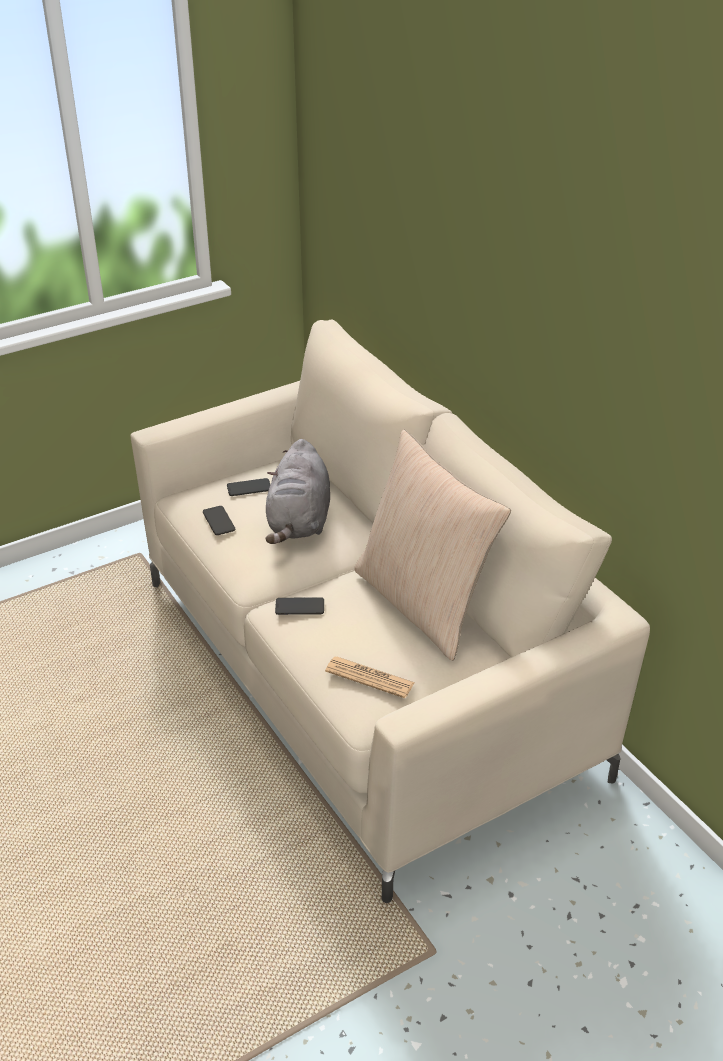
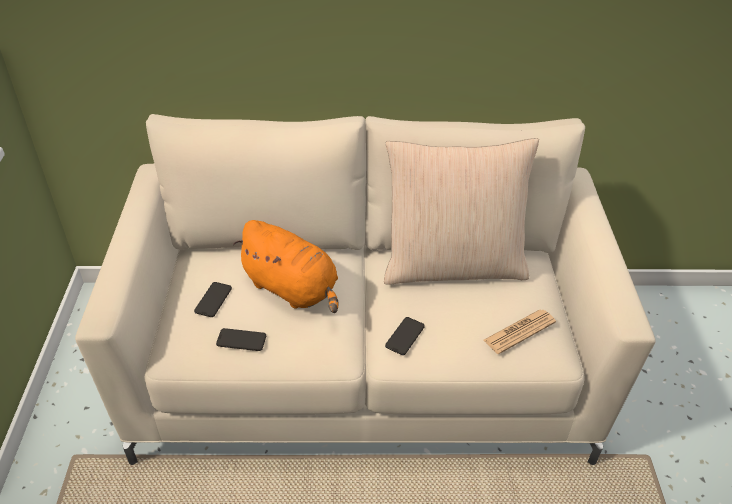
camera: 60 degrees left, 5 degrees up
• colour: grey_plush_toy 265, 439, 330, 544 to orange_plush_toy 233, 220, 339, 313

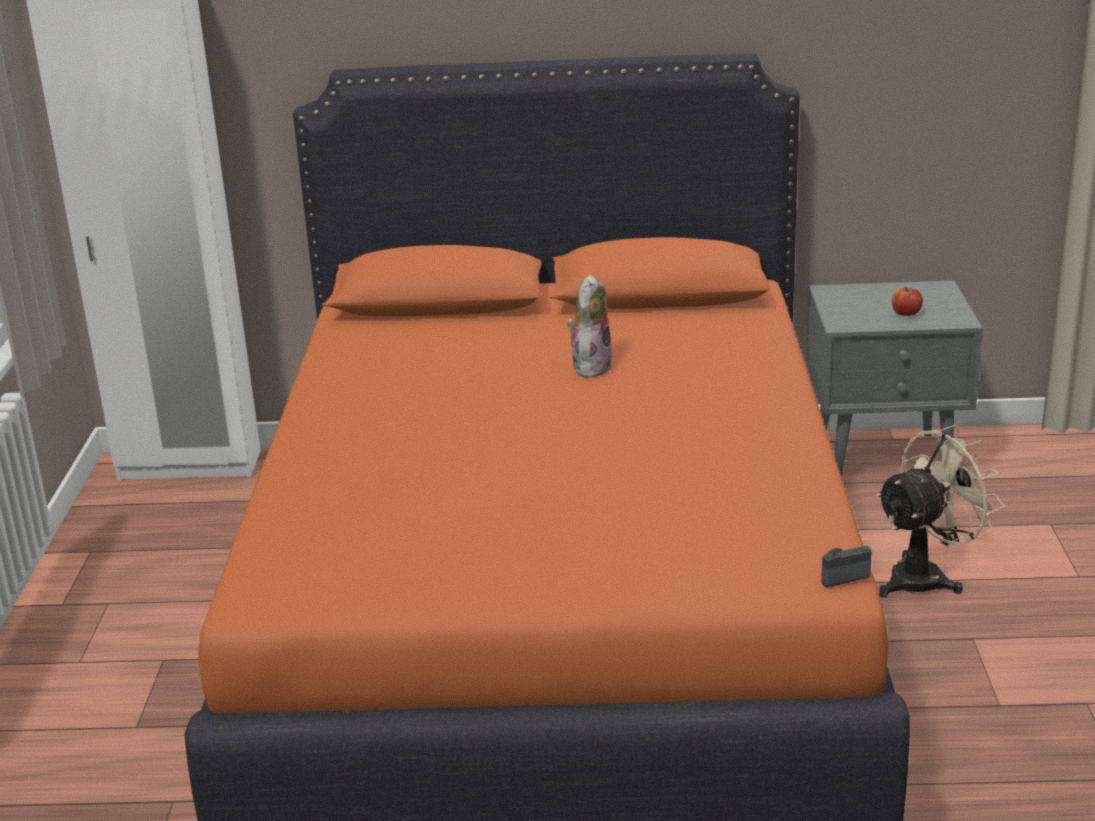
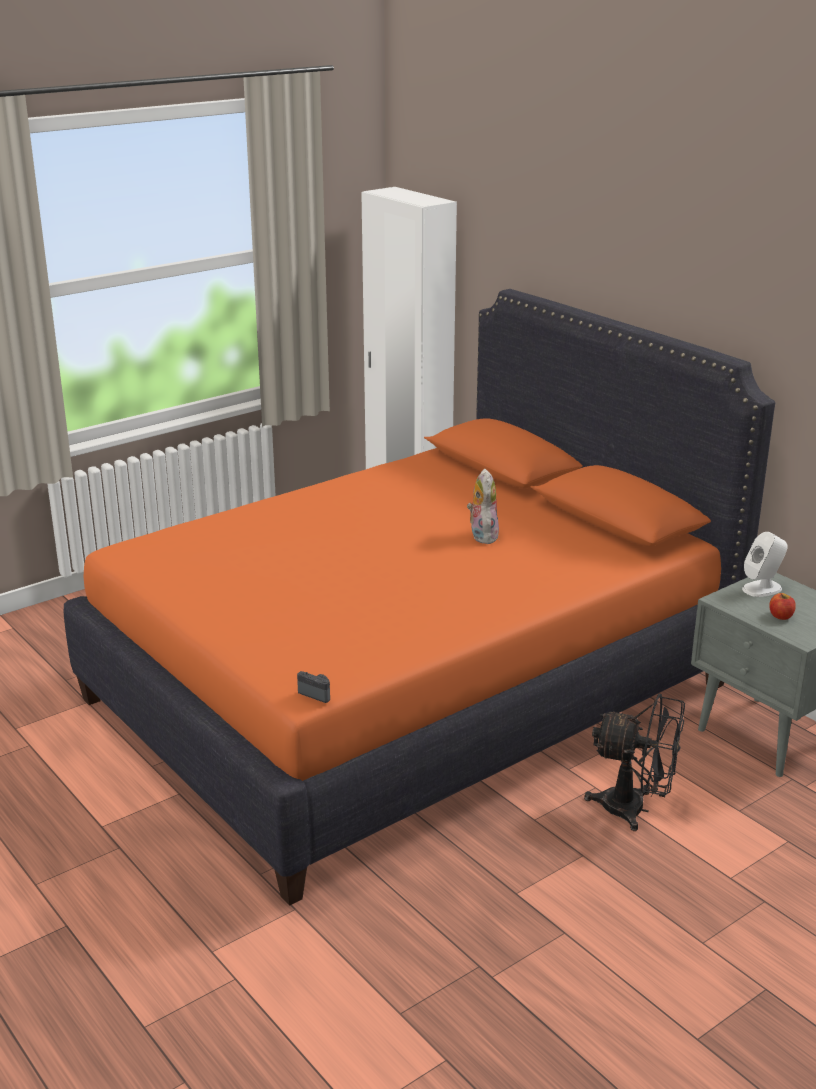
camera: 50 degrees right, 0 degrees up
• appeared: white_speaker 742, 532, 788, 597
• colour: beige_fan 876, 425, 1005, 597 to black_fan 584, 694, 685, 831
• spun: plush_toy 567, 274, 613, 378 = 467, 469, 499, 544 75 degrees counterclockwise

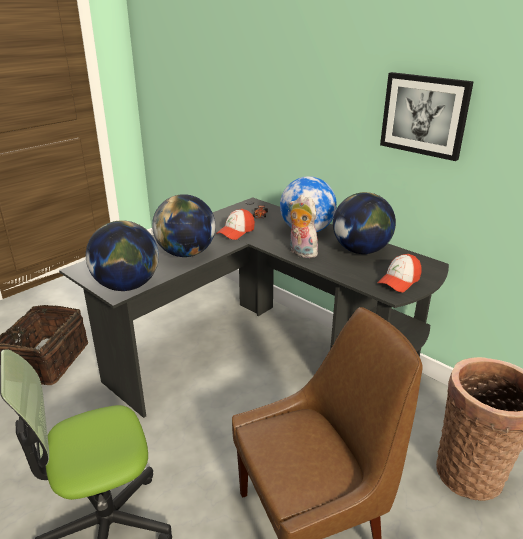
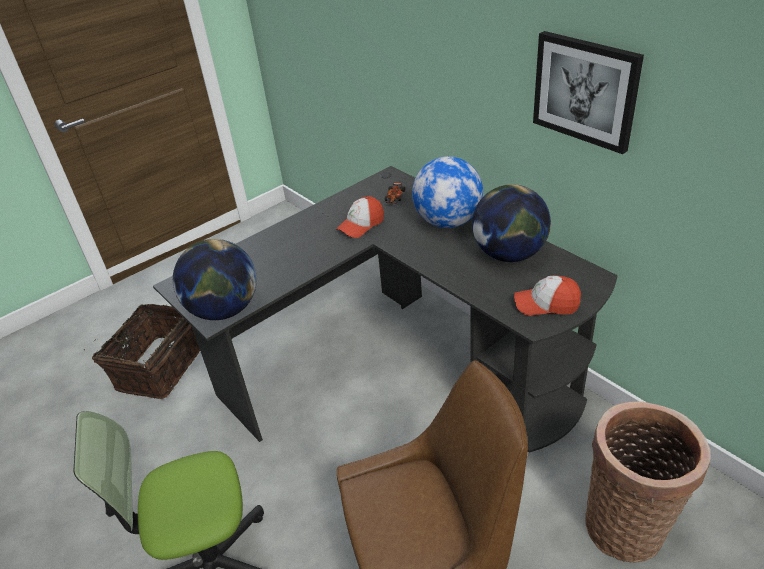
camera: 10 degrees right, 10 degrees up
• missing: globe 152, 194, 216, 257
• missing: plush_toy 289, 195, 318, 258
• spun: cap 377, 254, 422, 292 = 514, 275, 581, 316 45 degrees clockwise

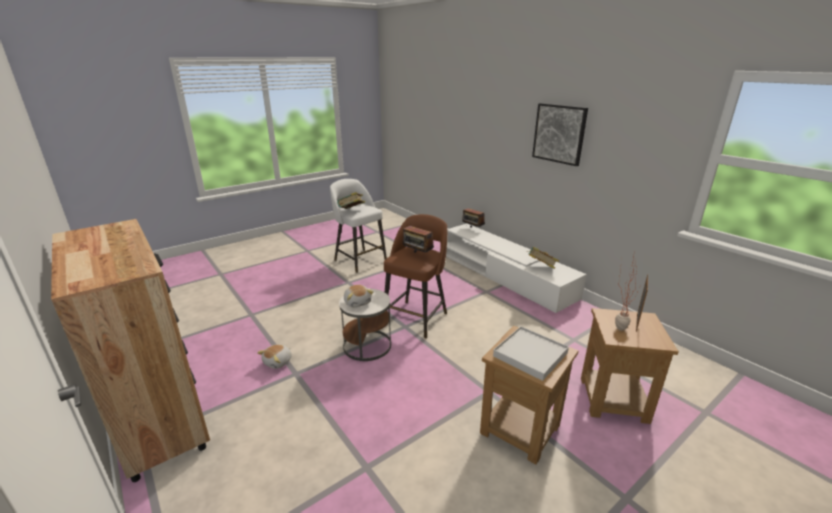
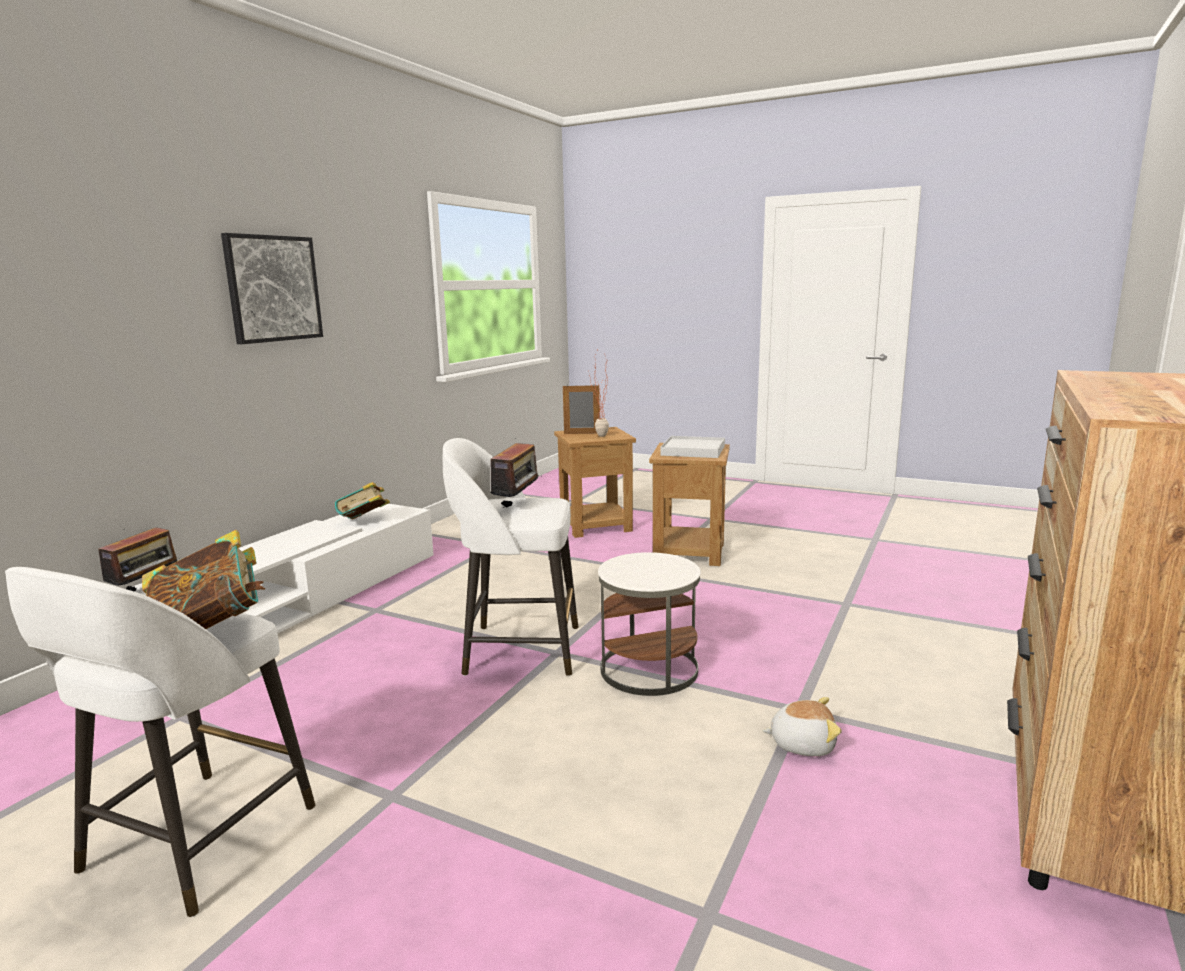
camera: 115 degrees left, 10 degrees down
• missing: plush_toy 344, 285, 373, 307
• colour: brown_stool 384, 214, 447, 338 to white_stool 443, 438, 578, 676

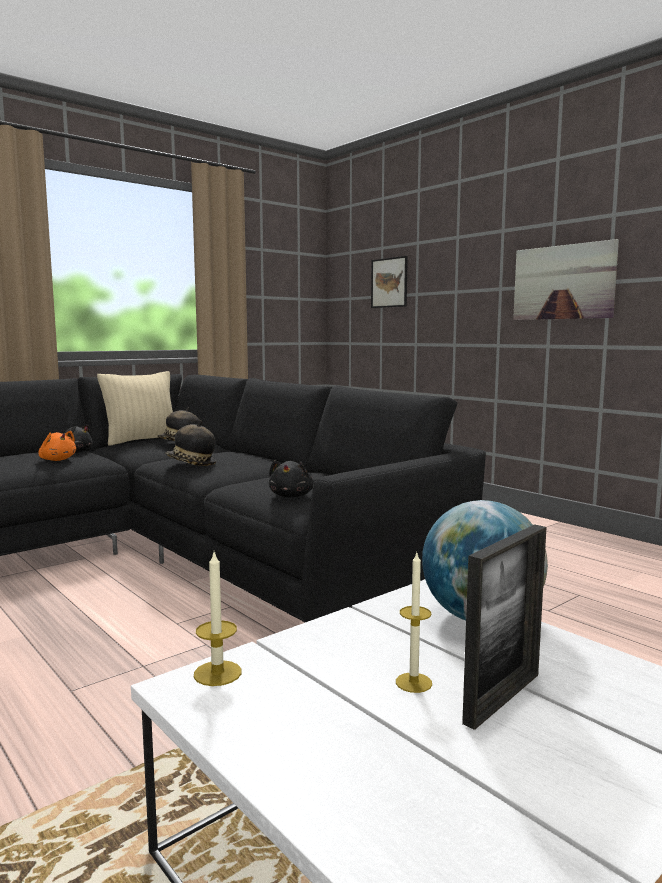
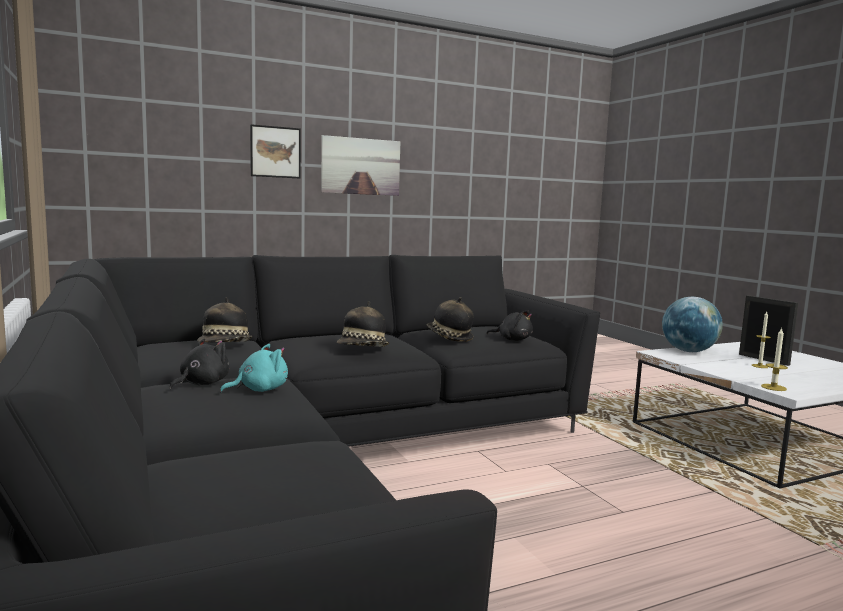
camera: 75 degrees left, 0 degrees up
• missing: beige_pillow 97, 371, 173, 446
• appeared: hat 427, 297, 474, 342
• relocated: picture 371, 256, 408, 308 to 250, 124, 301, 178
• colour: orange_plush_toy 38, 431, 76, 461 to turquoise_plush_toy 220, 344, 288, 392

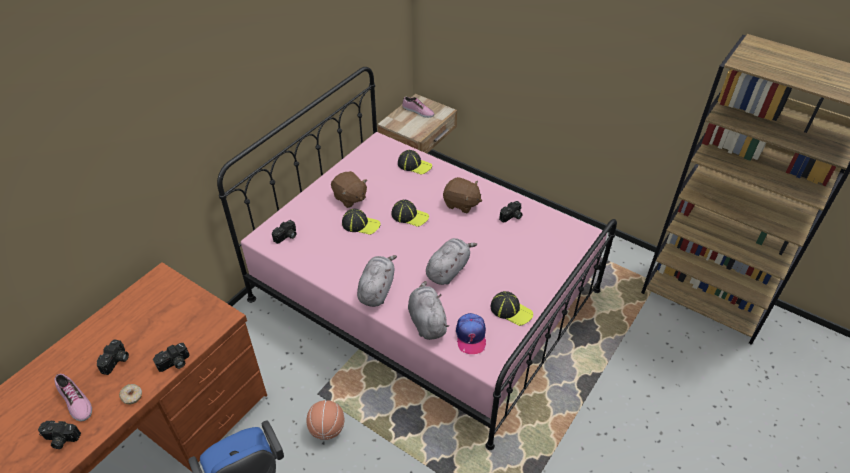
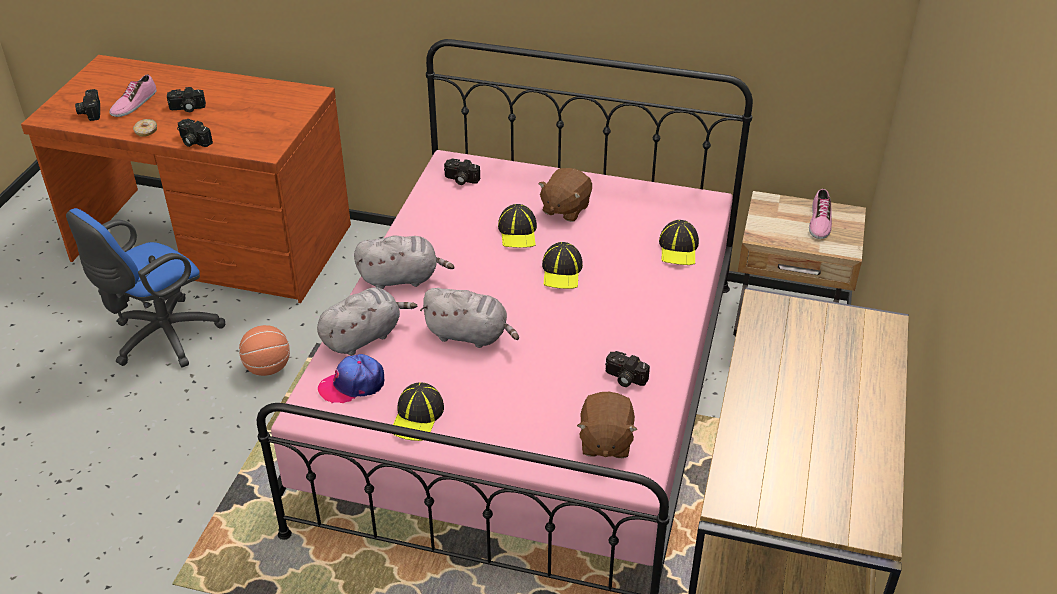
camera: 70 degrees right, 5 degrees down
• relocated: brown_plush_toy 443, 177, 482, 213 to 577, 392, 638, 458

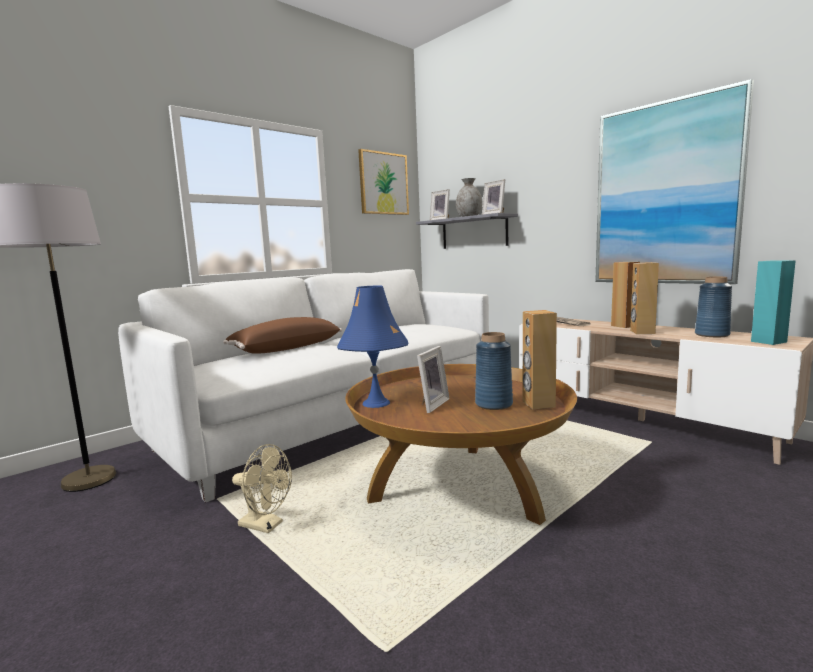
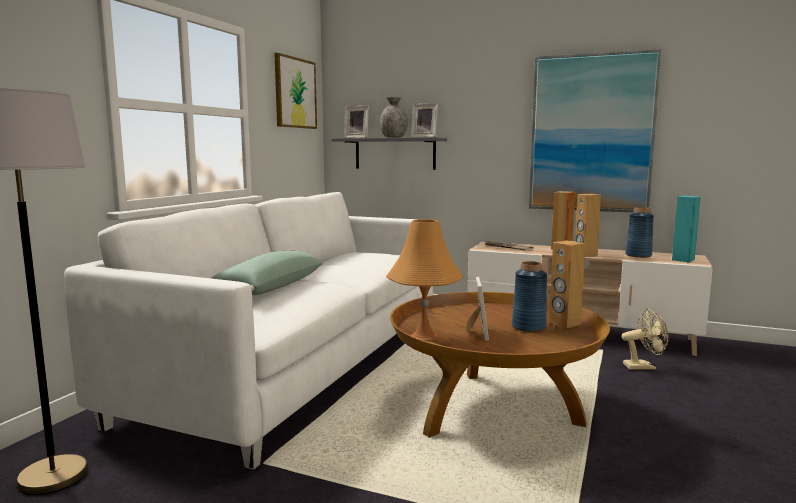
camera: 25 degrees left, 0 degrees up
• relocated: beige_fan 232, 444, 292, 533 to 622, 309, 669, 370
• colour: brown_pillow 223, 317, 342, 354 to green_pillow 211, 250, 323, 295
• colour: blue_table_lamp 337, 286, 408, 408 to orange_table_lamp 386, 219, 464, 342

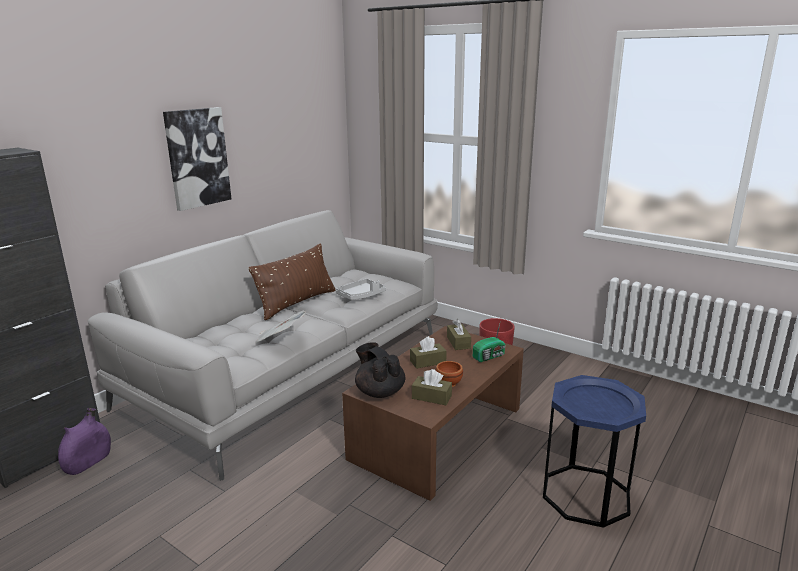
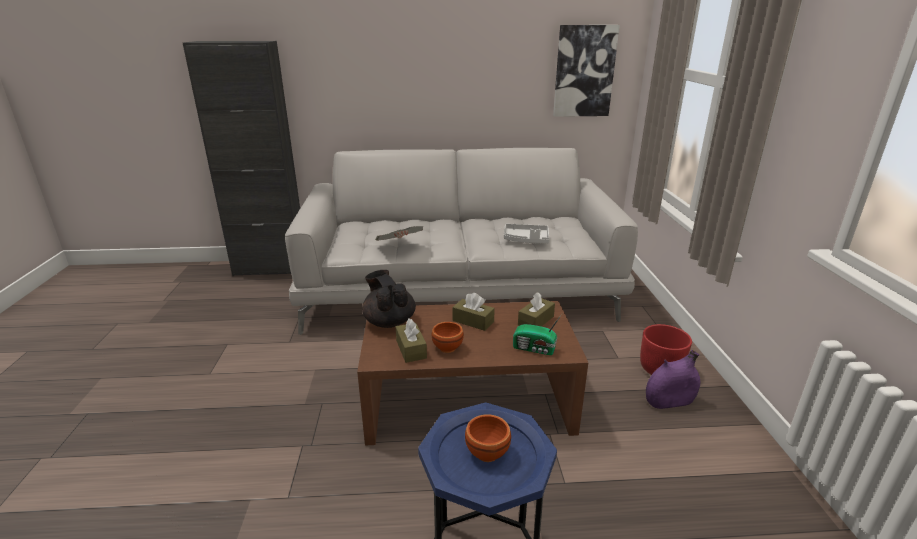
camera: 50 degrees right, 5 degrees up
• missing: brown_pillow 249, 243, 336, 320
• appeared: brown_bowl 465, 414, 511, 462
• relocated: purple_vase 58, 408, 111, 475 to 646, 350, 700, 409
• relocated: picture 163, 107, 231, 211 to 553, 25, 620, 117
• spun: black_teapot 355, 342, 406, 398 = 362, 270, 416, 328 45 degrees counterclockwise

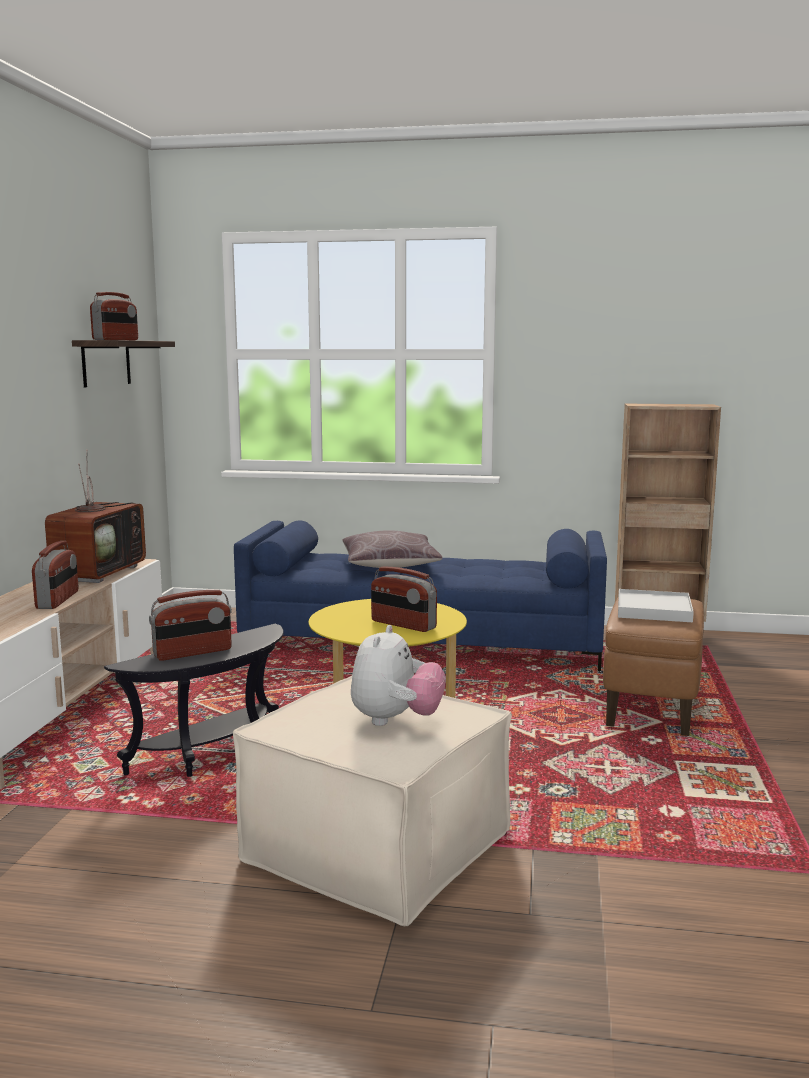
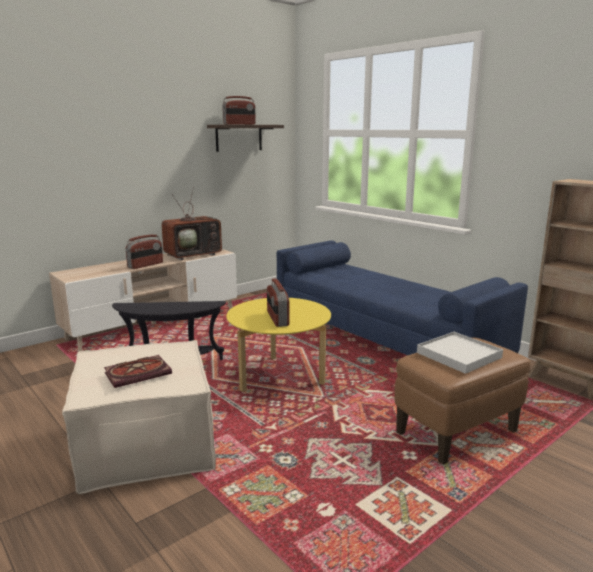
camera: 40 degrees right, 5 degrees up
• missing: radio 149, 590, 232, 661
• missing: brown_pillow 342, 530, 442, 568
• exchanged: plush_toy 351, 625, 446, 726 to book 104, 355, 172, 388

